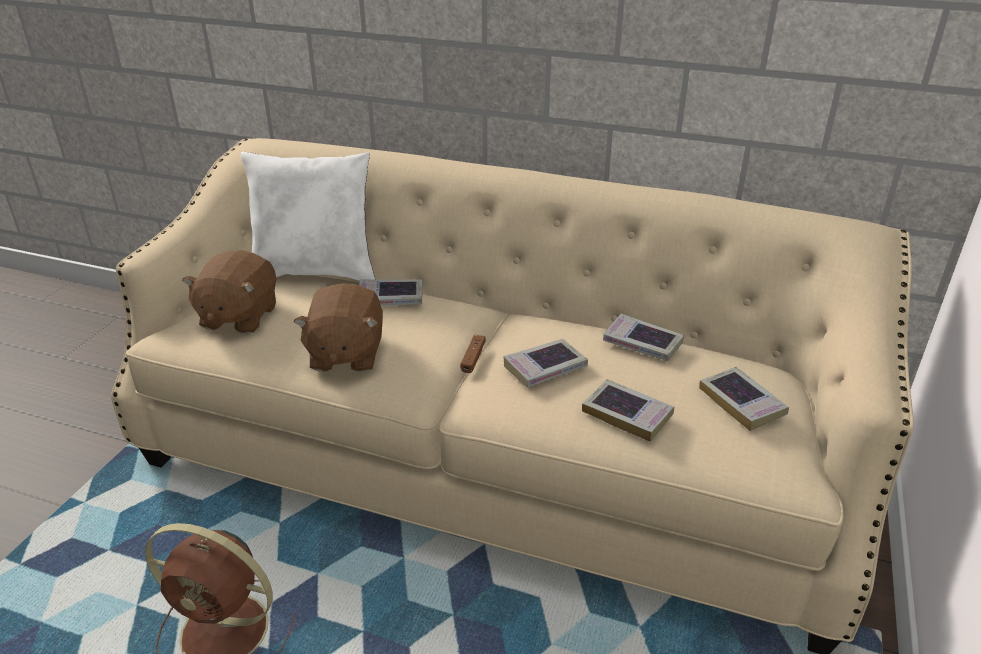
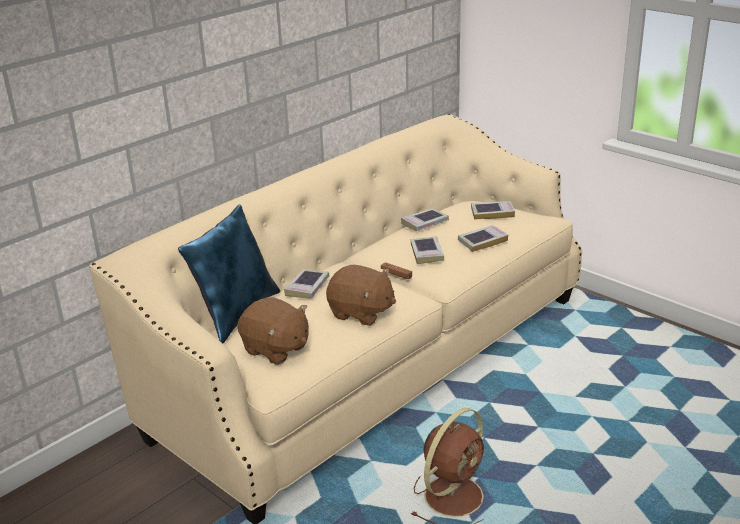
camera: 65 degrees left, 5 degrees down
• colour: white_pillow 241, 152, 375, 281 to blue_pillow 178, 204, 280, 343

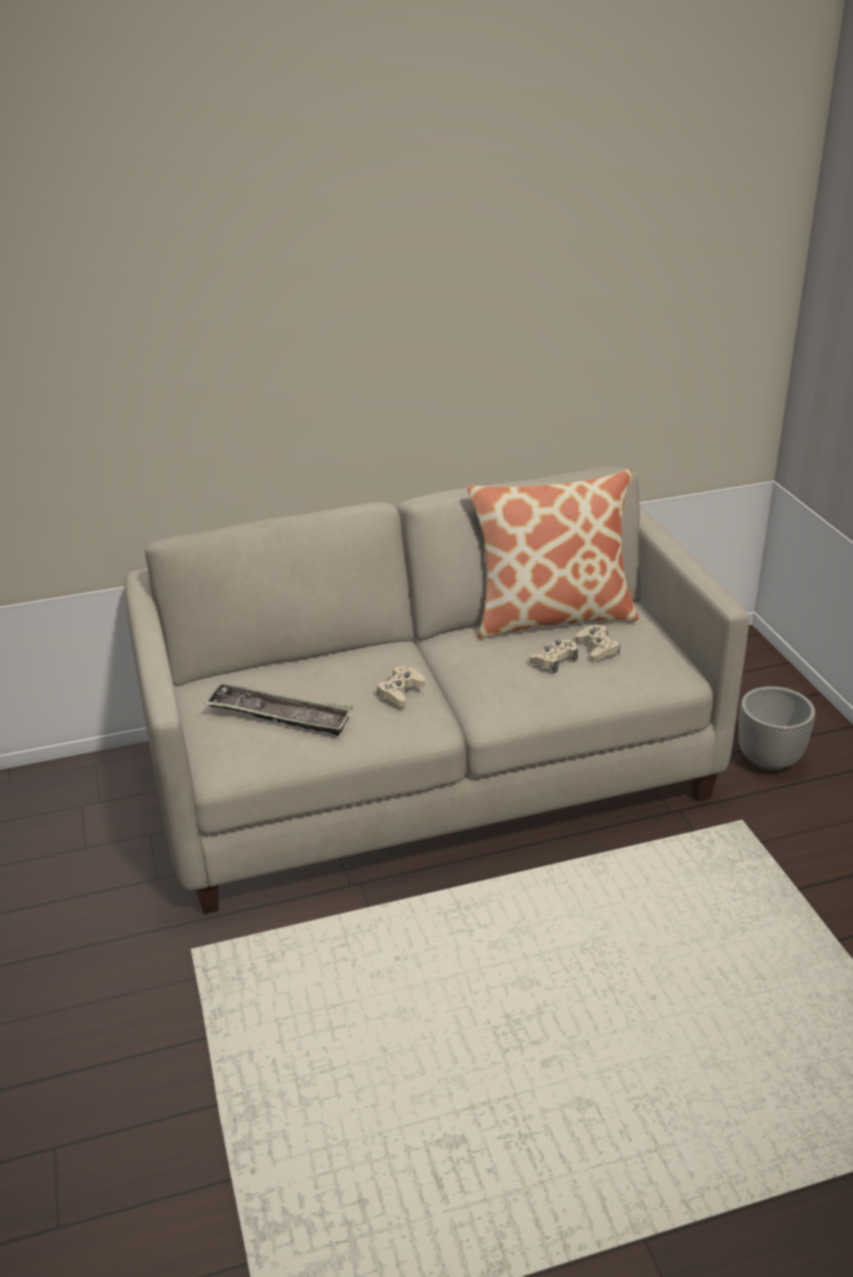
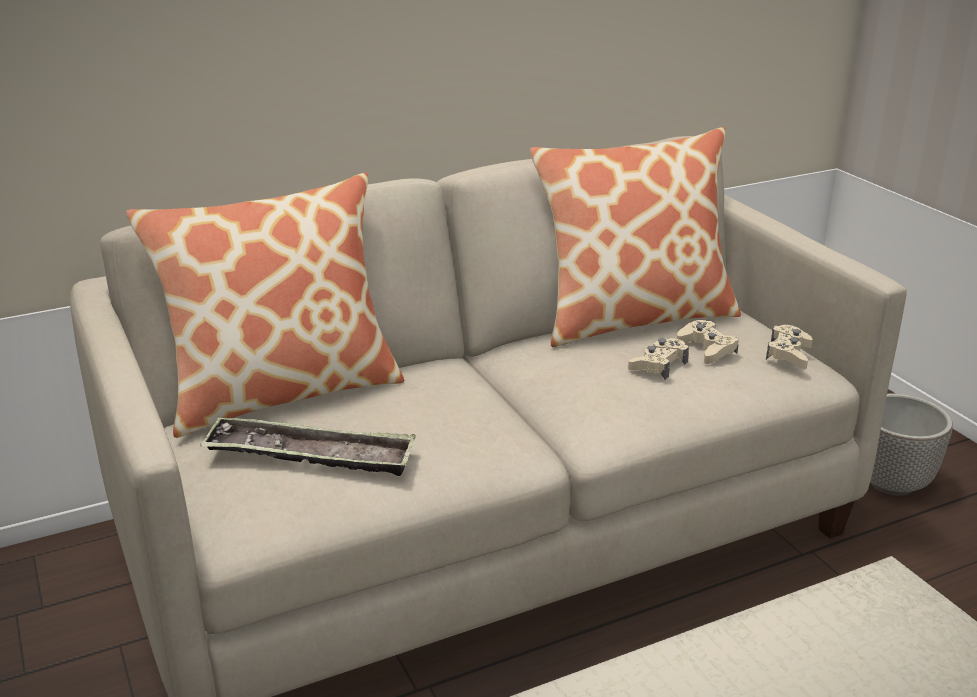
camera: 10 degrees left, 5 degrees down
• appeared: pillow 126, 173, 404, 438
• relocated: beige_game_controller 377, 666, 425, 707 to 766, 325, 813, 369

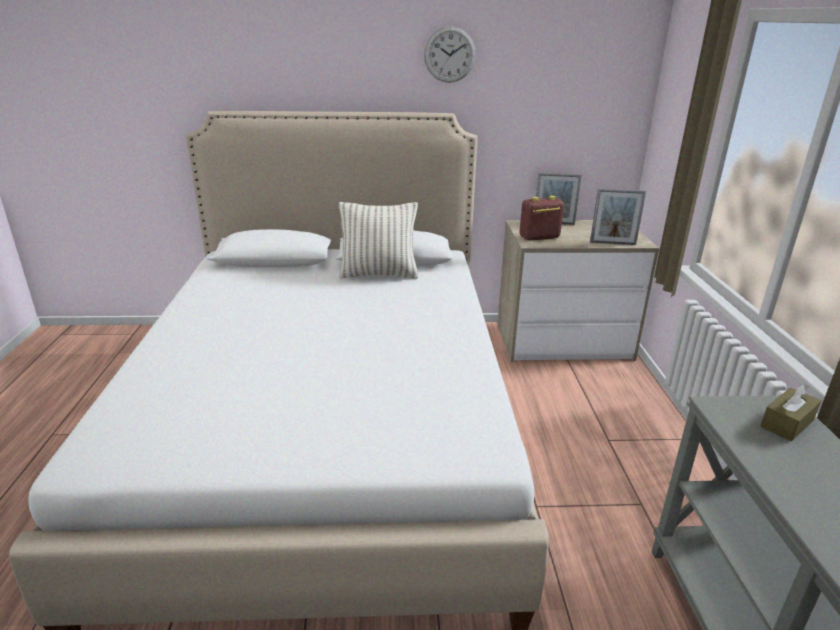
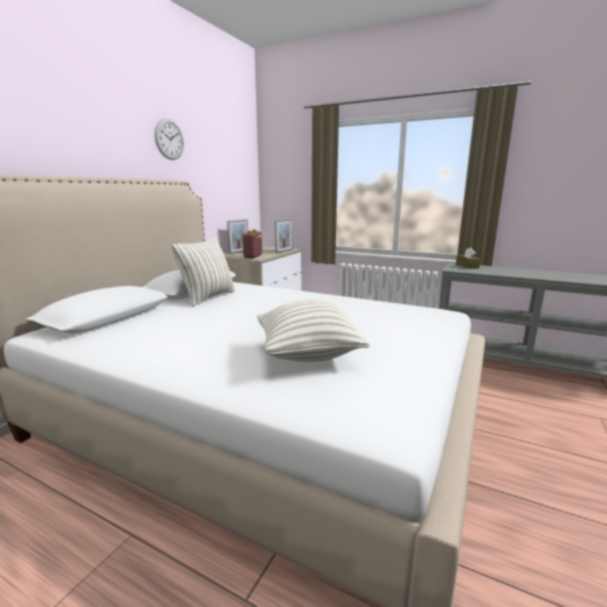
camera: 60 degrees left, 10 degrees down
• appeared: pillow 257, 299, 370, 362

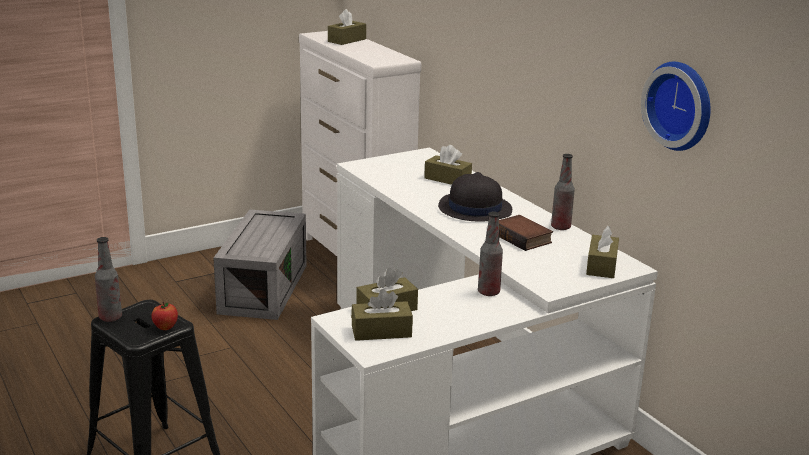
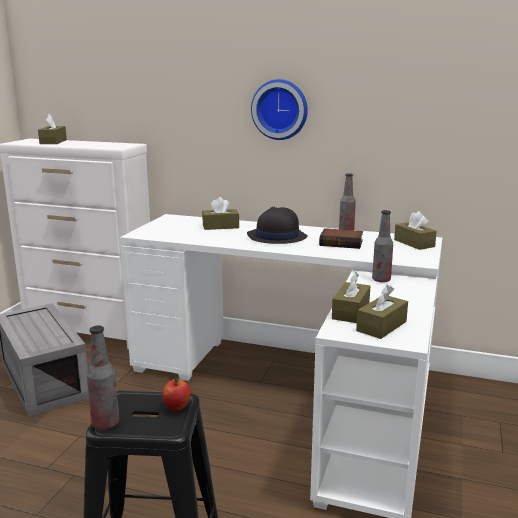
camera: 40 degrees left, 5 degrees down
• relocated: wall_clock 641, 62, 711, 151 to 251, 79, 308, 140

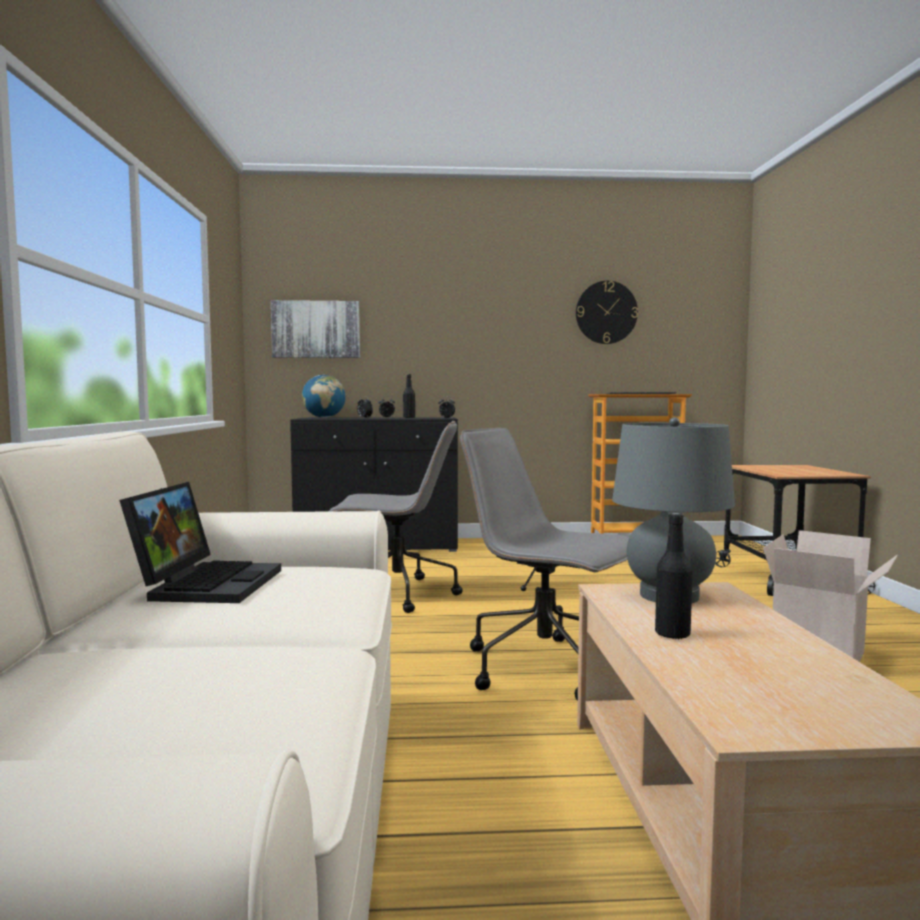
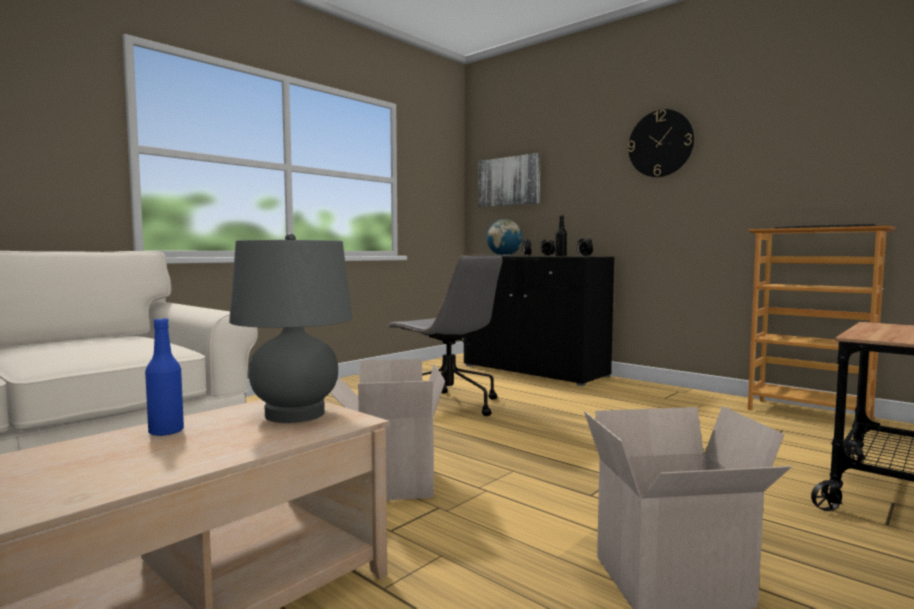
camera: 45 degrees right, 0 degrees up
• missing: laptop 119, 482, 281, 603
• relocated: wall_clock 576, 281, 638, 344 to 628, 109, 694, 177
• exchanged: grey_office_chair 460, 428, 629, 701 to cardboard_box 330, 359, 445, 501
• colour: black_bottle 655, 513, 693, 639 to blue_bottle 145, 318, 184, 436

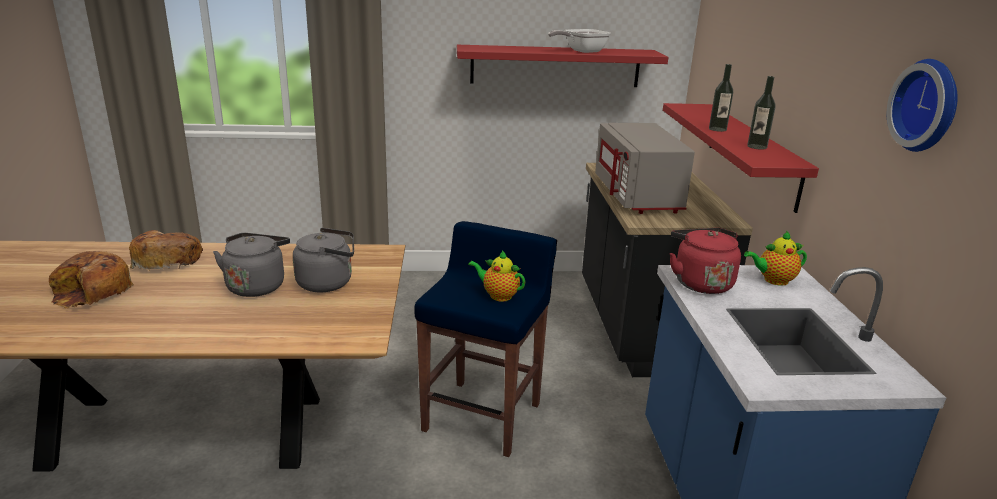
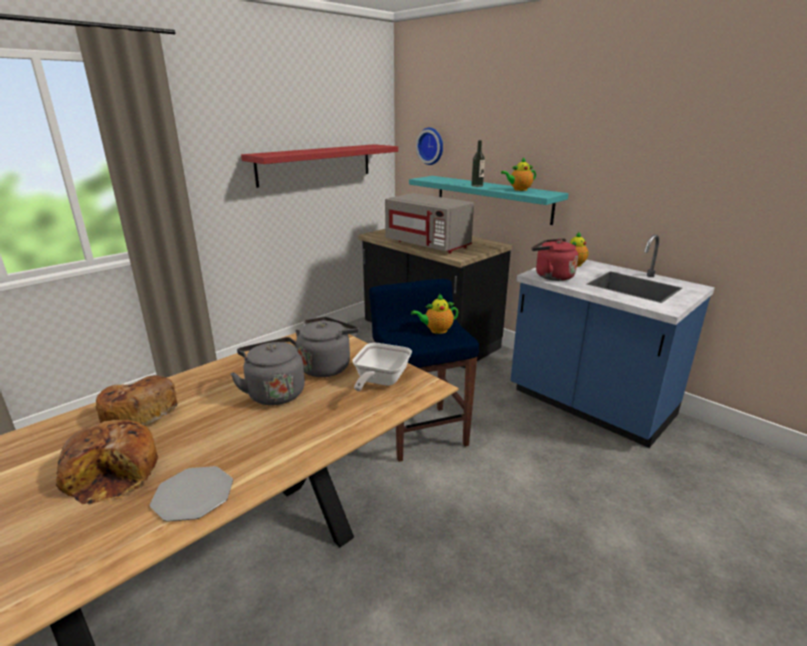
camera: 40 degrees left, 0 degrees up
• appeared: plate 150, 466, 233, 522
• relocated: frying_pan 548, 29, 611, 53 to 352, 343, 412, 391
• relocated: wall_clock 887, 59, 958, 152 to 416, 128, 443, 165
• exchanged: bottle 747, 76, 776, 150 to teapot 501, 157, 536, 191
• colour: red_shelf 663, 103, 819, 213 to turquoise_shelf 409, 176, 569, 225

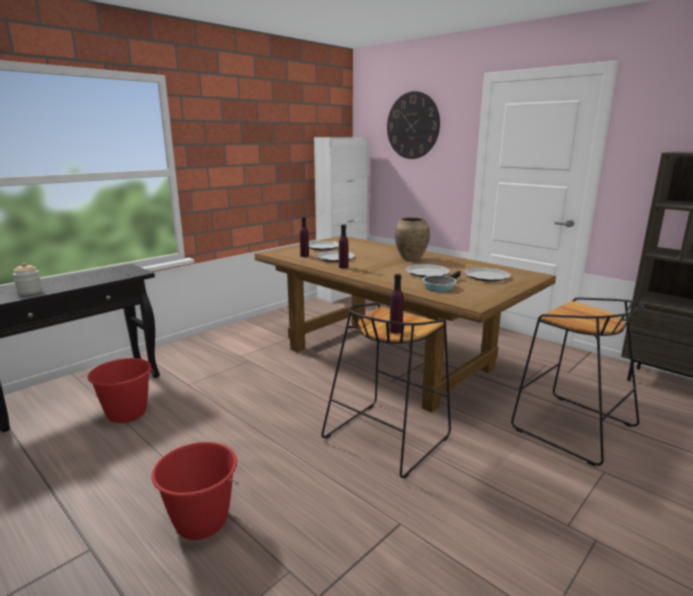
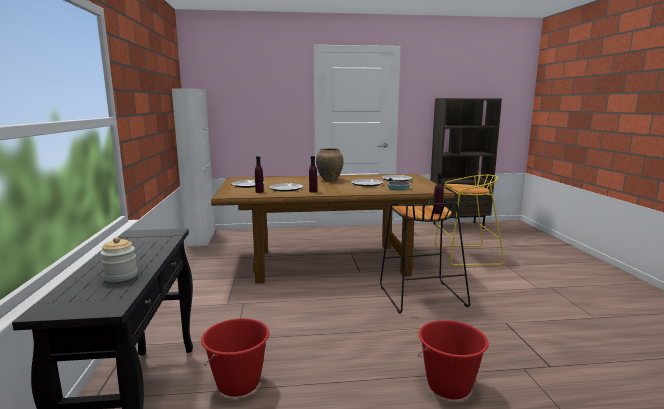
camera: 50 degrees left, 5 degrees down
• missing: wall_clock 387, 91, 440, 159
• colour: black_stool 511, 297, 644, 466 to yellow_stool 434, 175, 505, 266

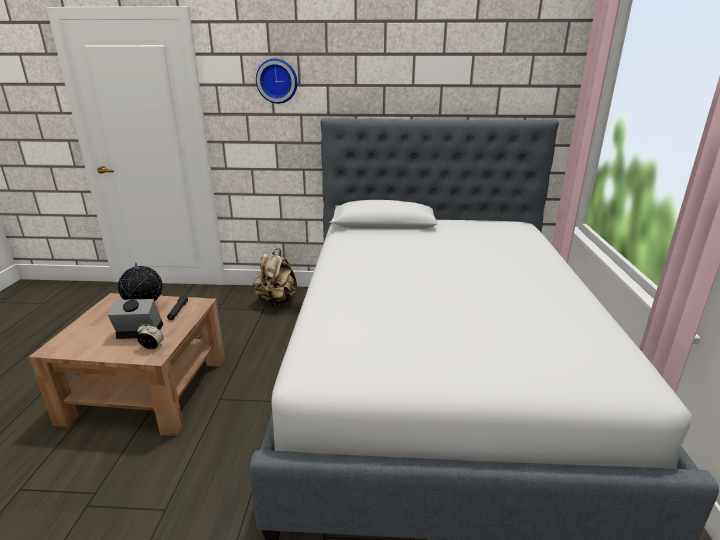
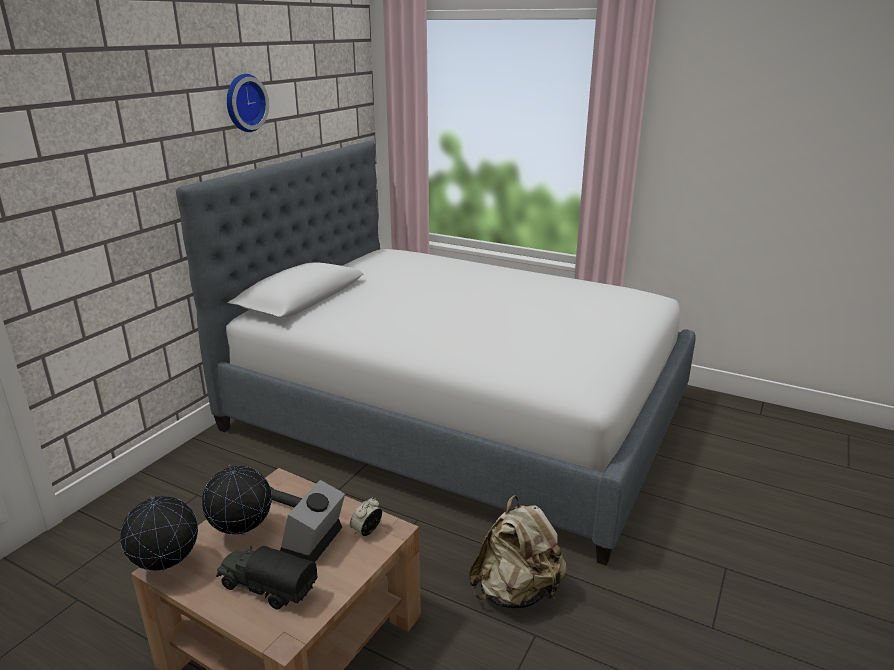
camera: 65 degrees left, 0 degrees up
• appeared: globe 120, 495, 198, 571
• appeared: toy_truck 216, 545, 317, 610
• relocated: beige_backpack 253, 248, 297, 307 to 469, 495, 567, 609
• relocated: wall_clock 256, 59, 297, 104 to 227, 74, 269, 132

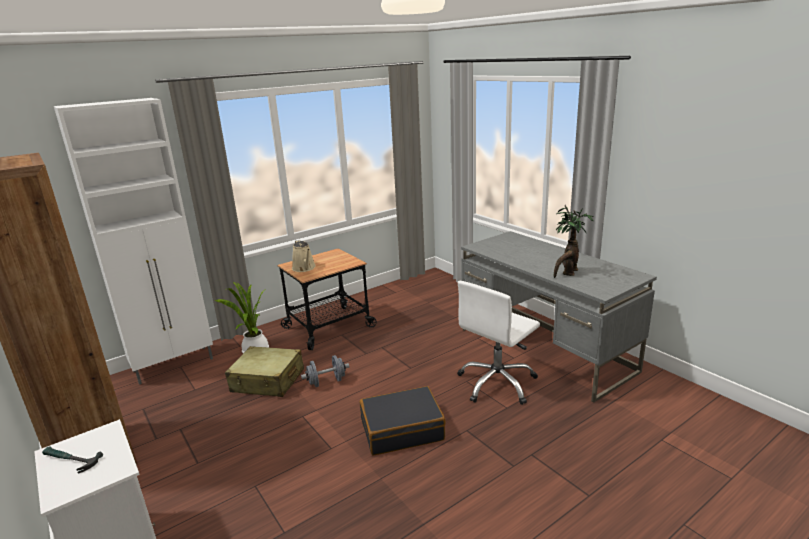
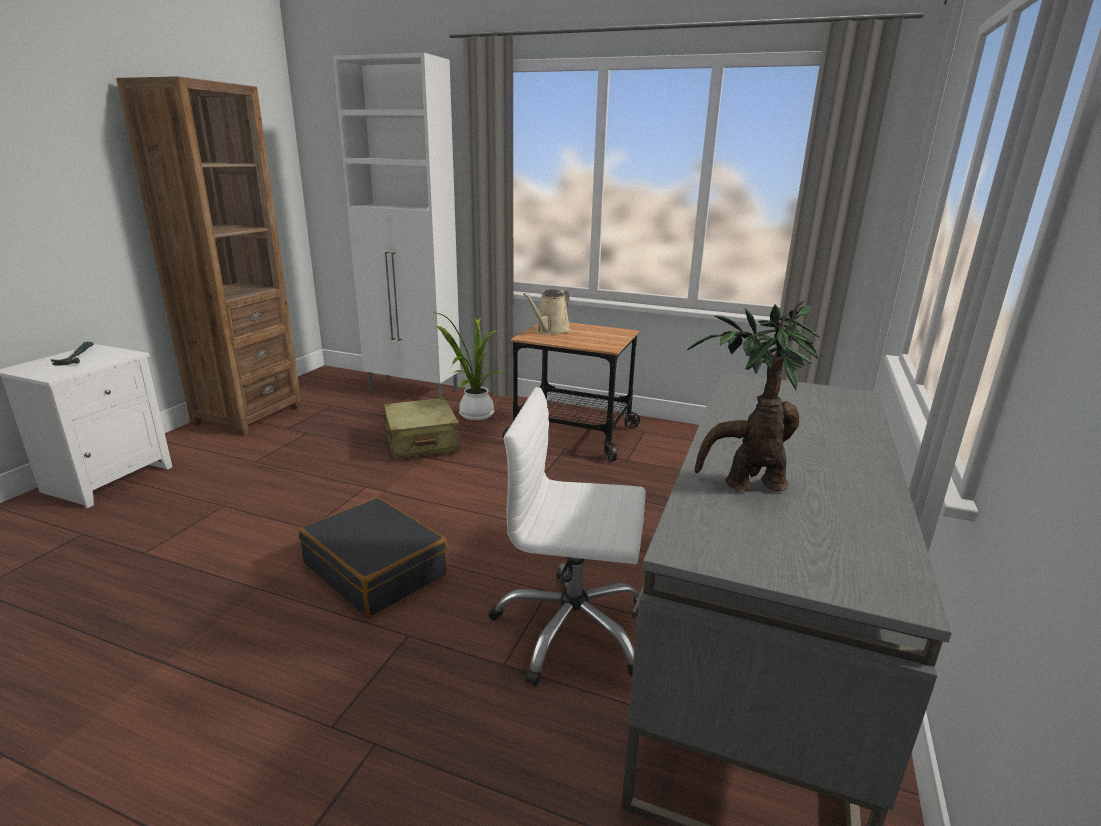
camera: 55 degrees right, 0 degrees up
• missing: grey_dumbbell 301, 355, 349, 387

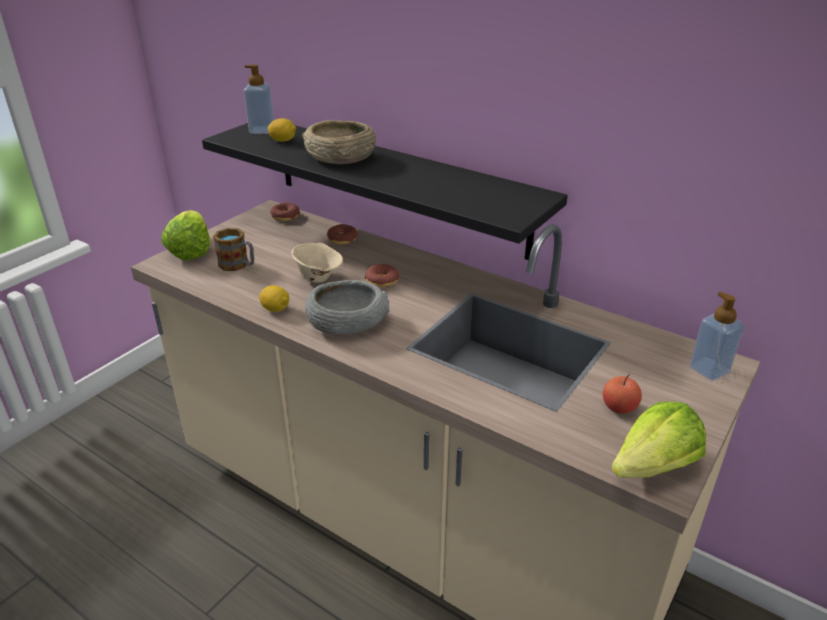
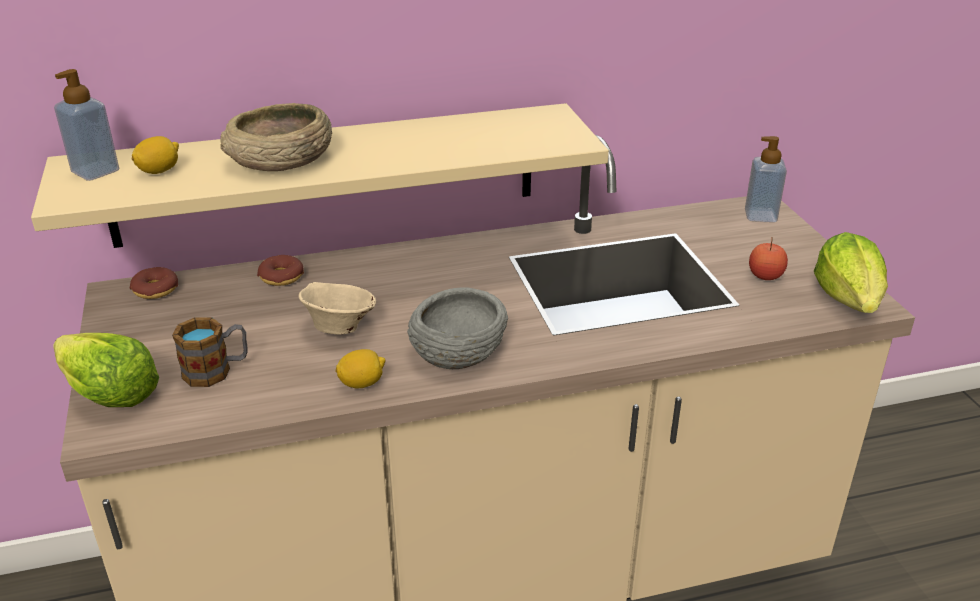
camera: 50 degrees left, 0 degrees up
• missing: donut 365, 264, 399, 287
• colour: black_shelf 202, 123, 568, 260 to beige_shelf 31, 103, 609, 248

